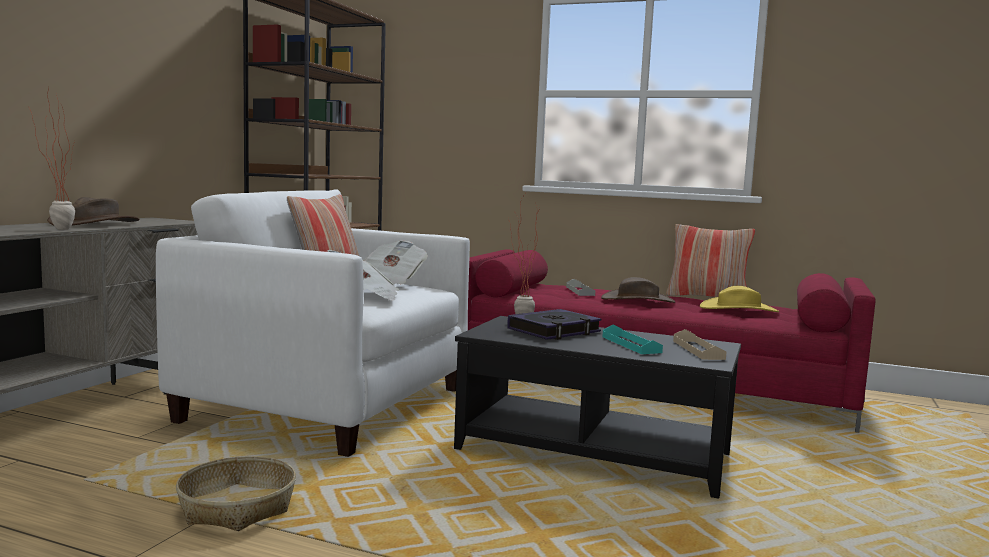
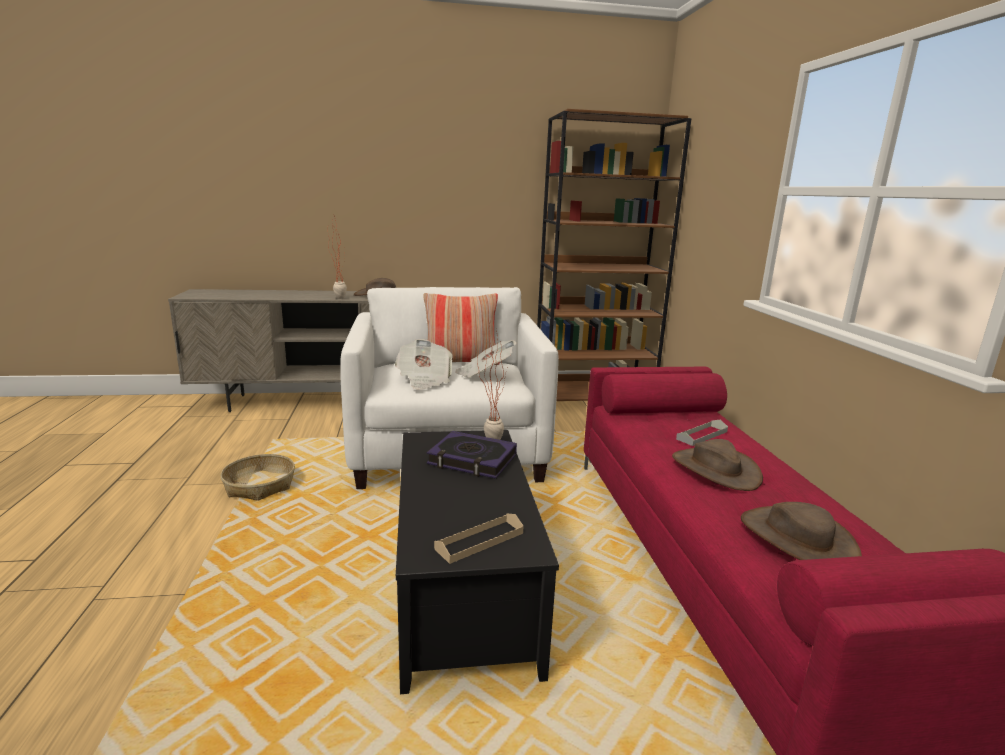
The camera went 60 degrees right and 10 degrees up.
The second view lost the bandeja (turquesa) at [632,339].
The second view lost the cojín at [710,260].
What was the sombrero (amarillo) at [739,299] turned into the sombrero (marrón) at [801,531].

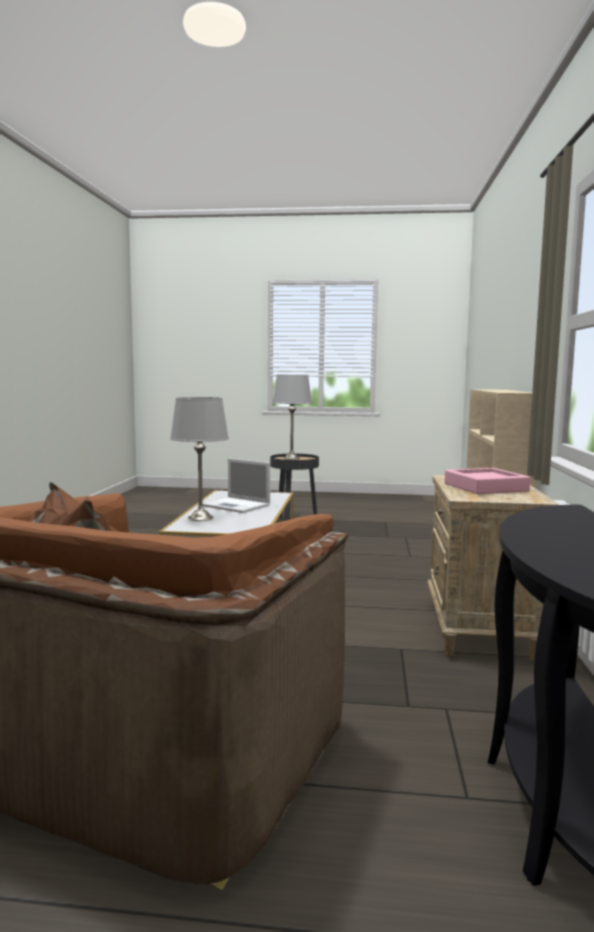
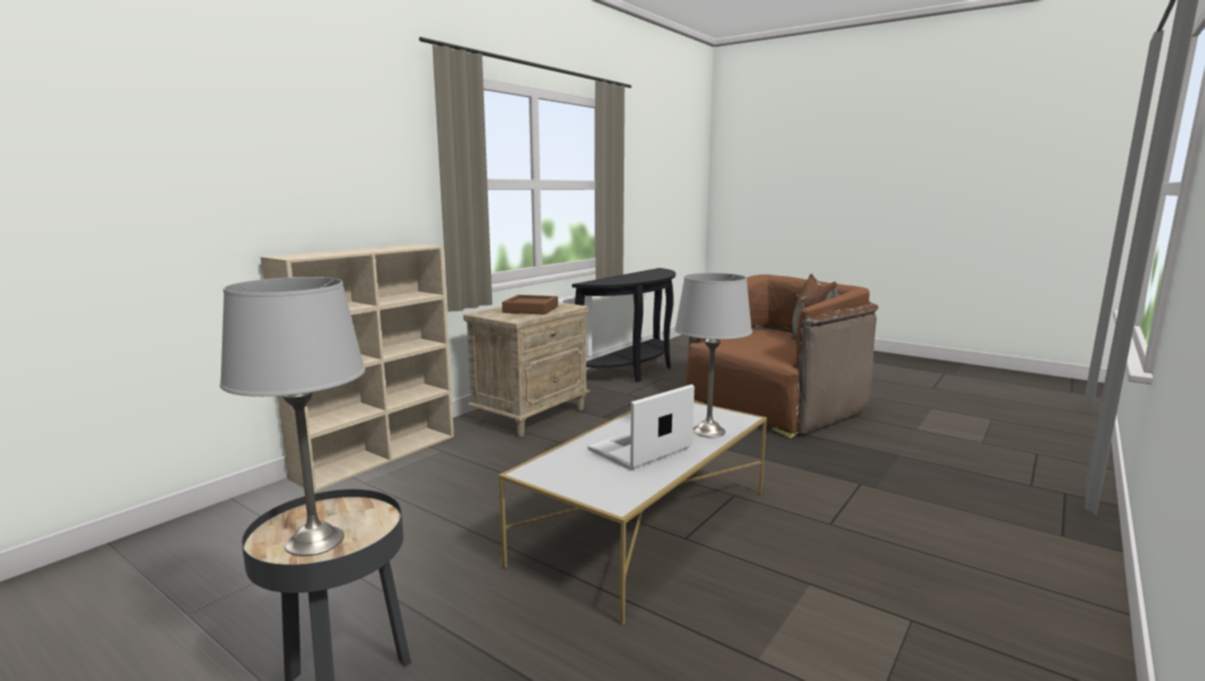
The camera went 150 degrees left and 5 degrees up.
What was the bandeja (rosa) at [487,481] turned into the bandeja (marrón) at [530,305].
The portátil at [236,485] ended up facing another way, 105 degrees counterclockwise from before.

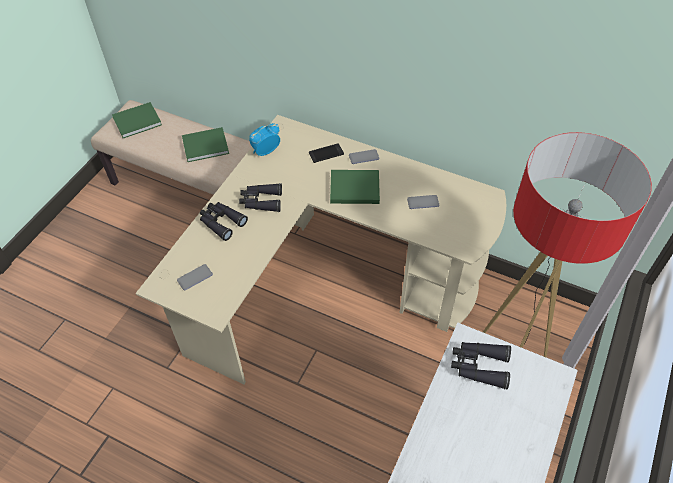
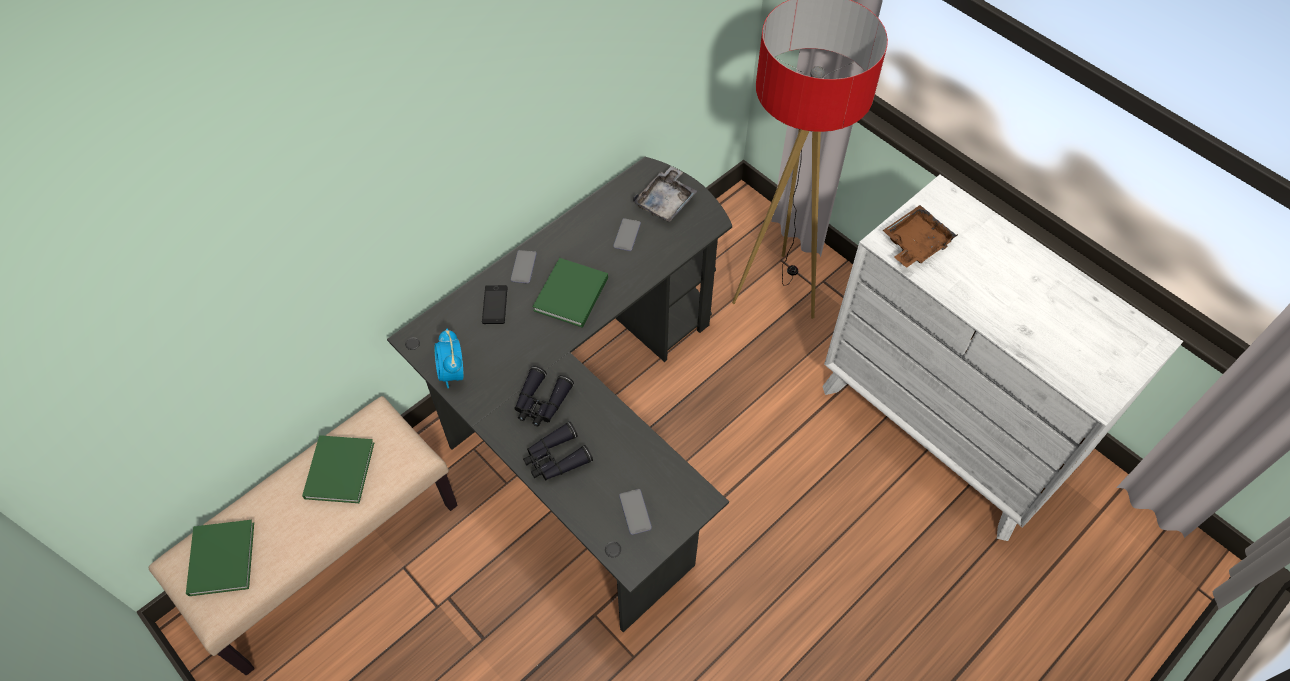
The camera went 70 degrees left and 5 degrees up.
The second view gained the bandeja (gris) at [665,194].
Where the prismáticos (negro) stood at [481,365], the bandeja (marrón) came to stand at [920,236].
What was the escritorio (beis) at [321,249] turned into the escritorio (negro) at [559,394].

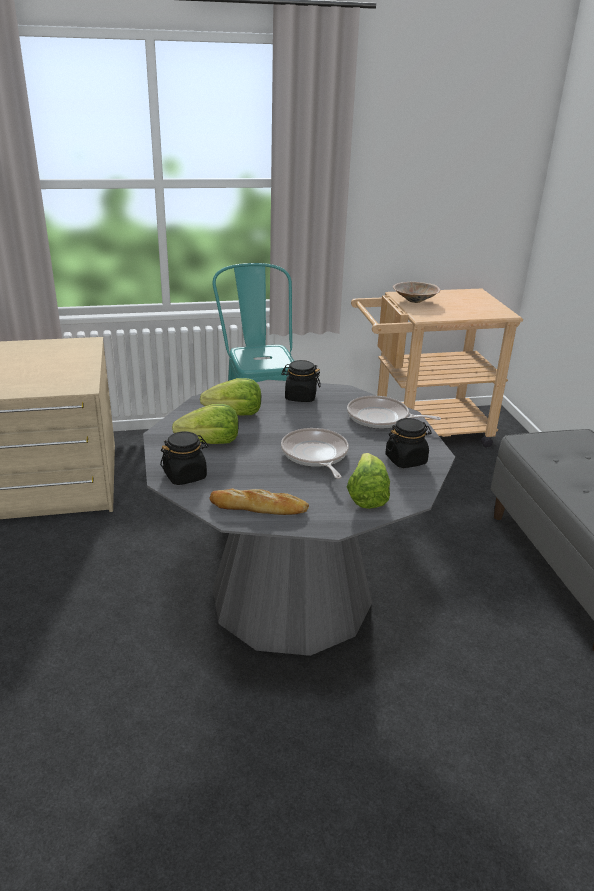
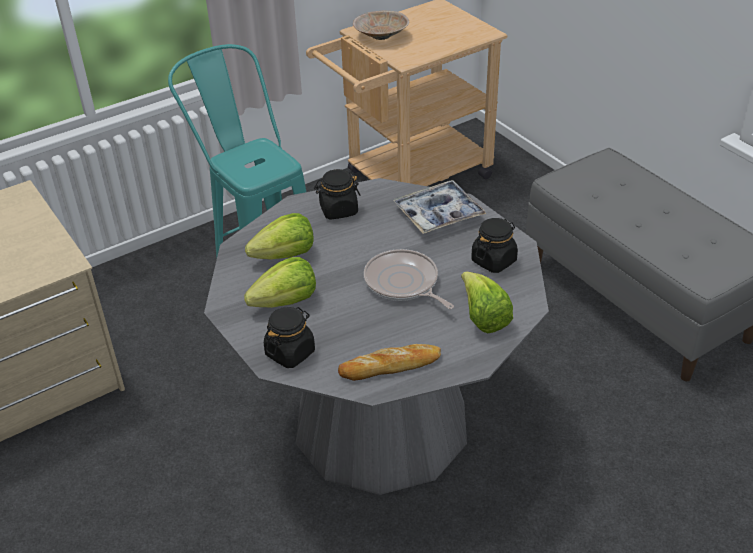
The camera went 20 degrees left and 10 degrees up.
Where the sartén stood at [394,412], the bandeja came to stand at [439,207].

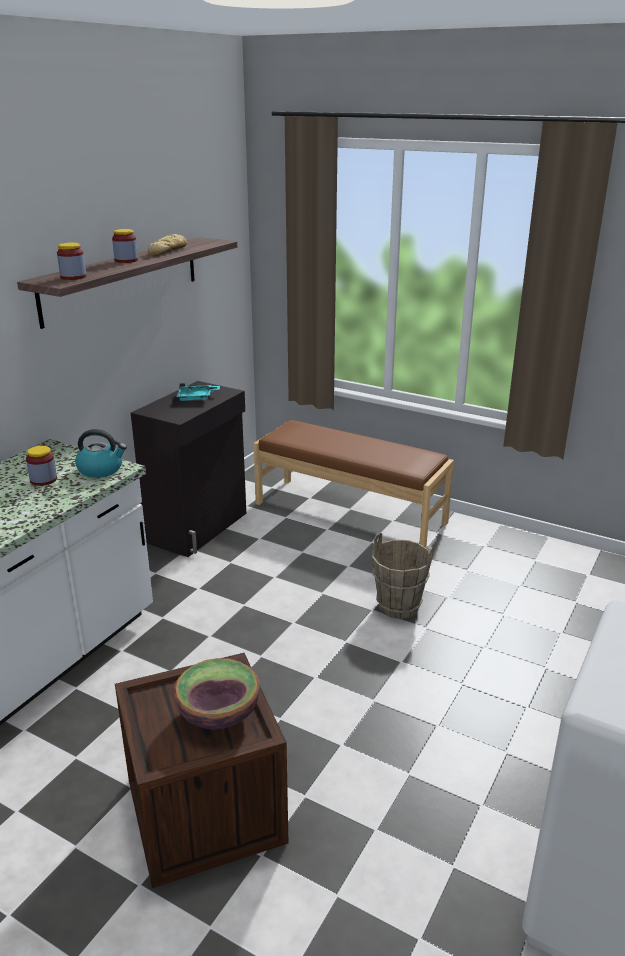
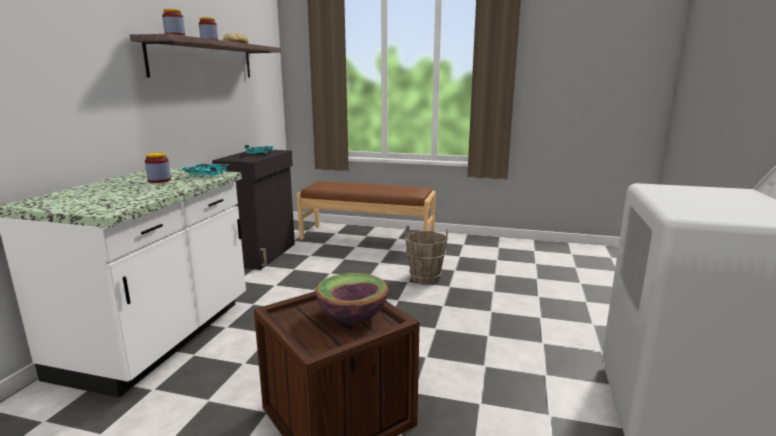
The camera went 15 degrees left and 10 degrees down.
Where the hervidor stood at [101,453], the bandeja (turquesa) came to stand at [202,169].

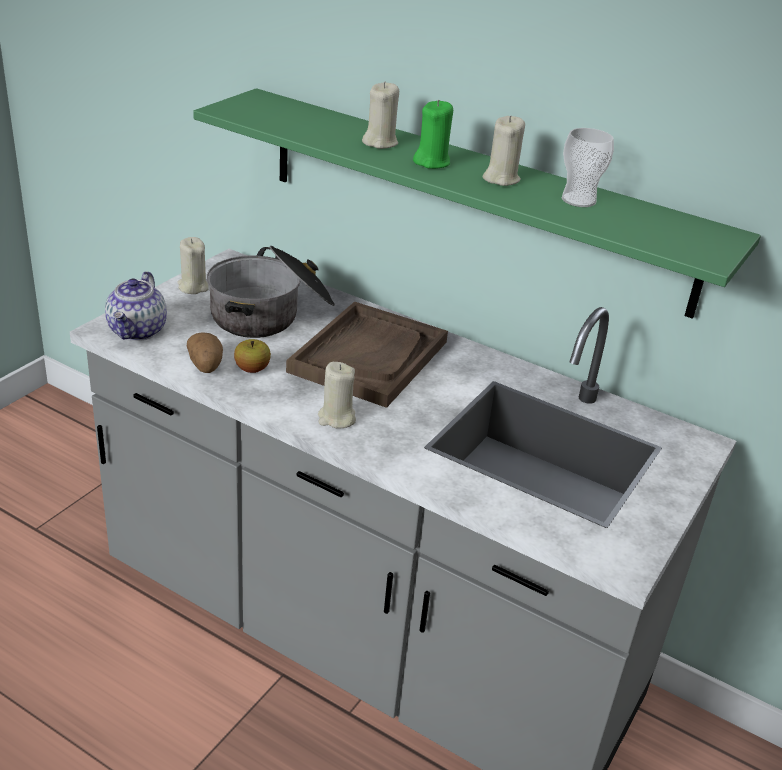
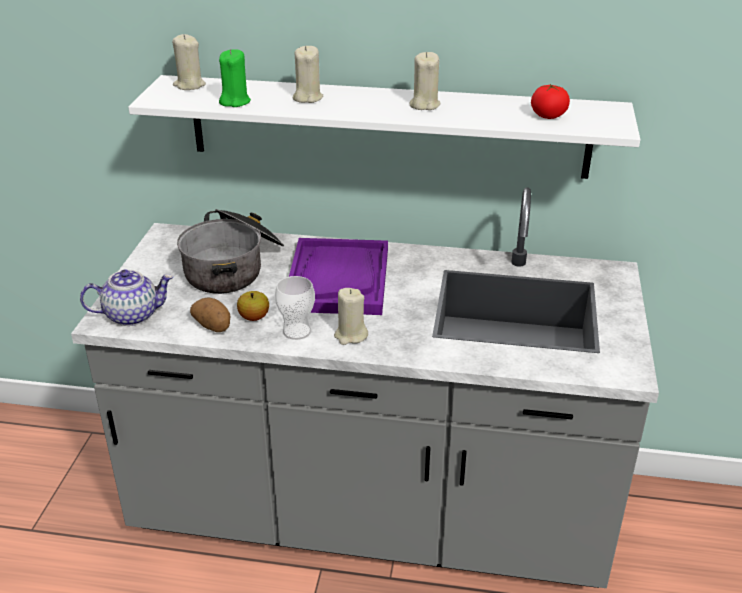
The camera went 20 degrees left and 0 degrees up.
The second view gained the tomate at [550,101].
The vela (beis) ended up elsewhere, having gone from [193,265] to [189,62].
The vela (verde) ended up elsewhere, having gone from [433,134] to [235,78].
The taza ended up elsewhere, having gone from [588,167] to [295,308].
What was the estante (verde) at [477,203] turned into the estante (blanco) at [384,127].
What was the bandeja (marrón) at [367,354] turned into the bandeja (morado) at [338,276].
The tetera at [136,306] ended up facing another way, 90 degrees counterclockwise from before.

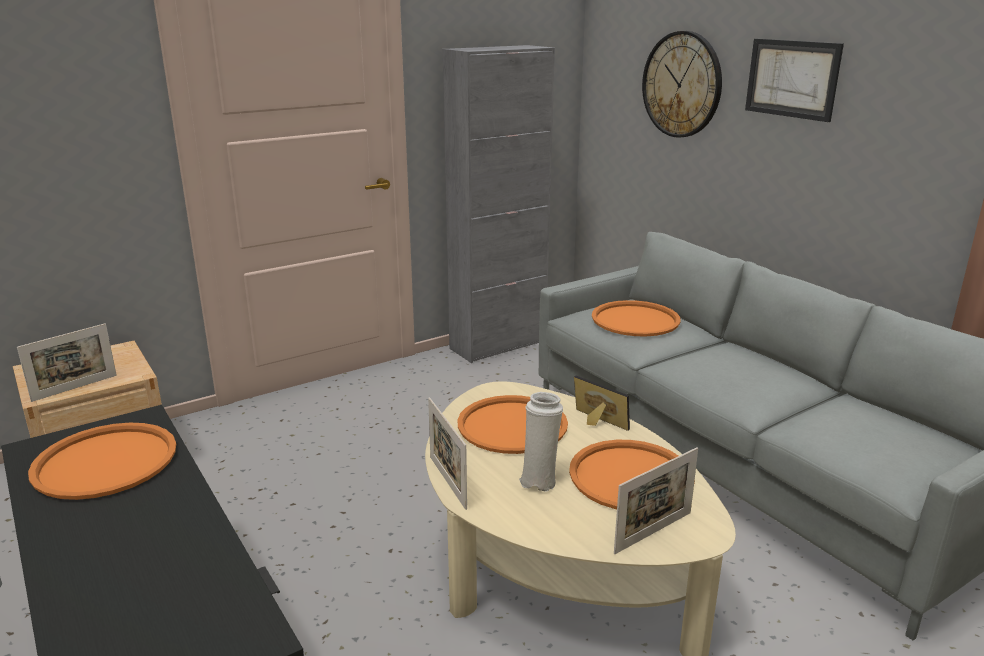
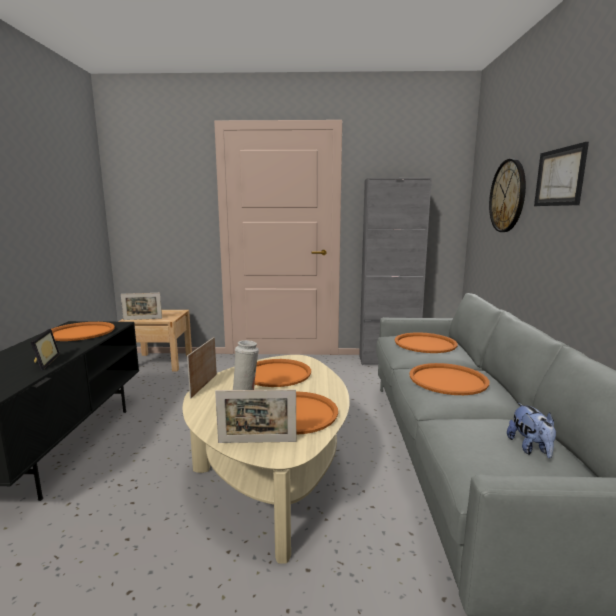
The camera went 35 degrees right and 10 degrees down.
The second view gained the bandeja (naranja) at [449,379].
The second view gained the peluche at [531,430].
The portarretratos ended up elsewhere, having gone from [602,403] to [45,349].

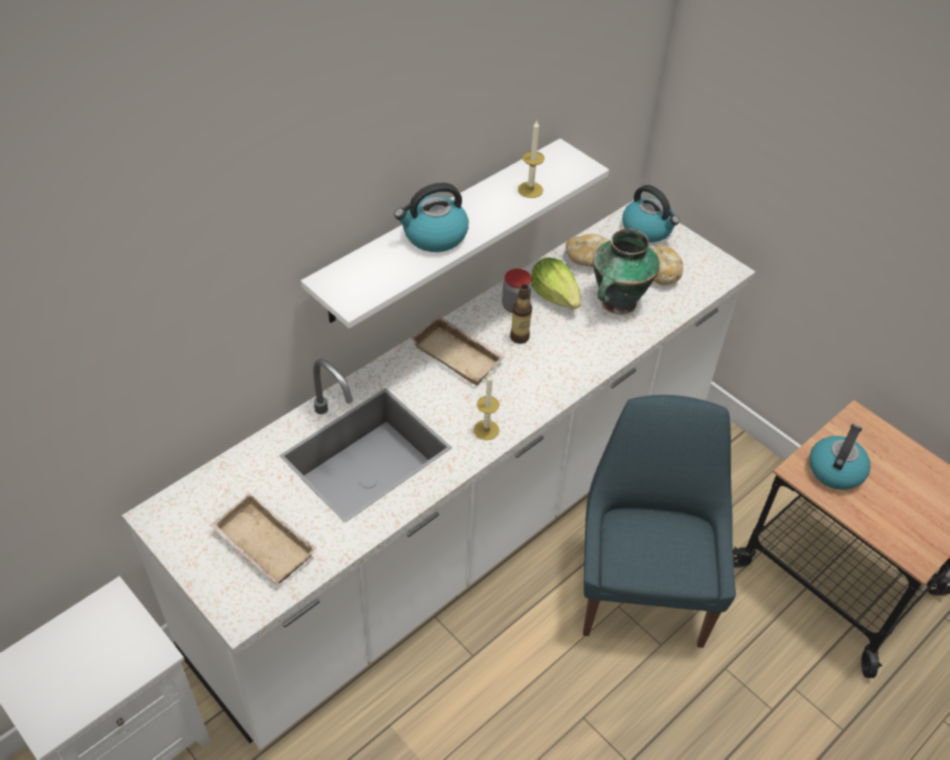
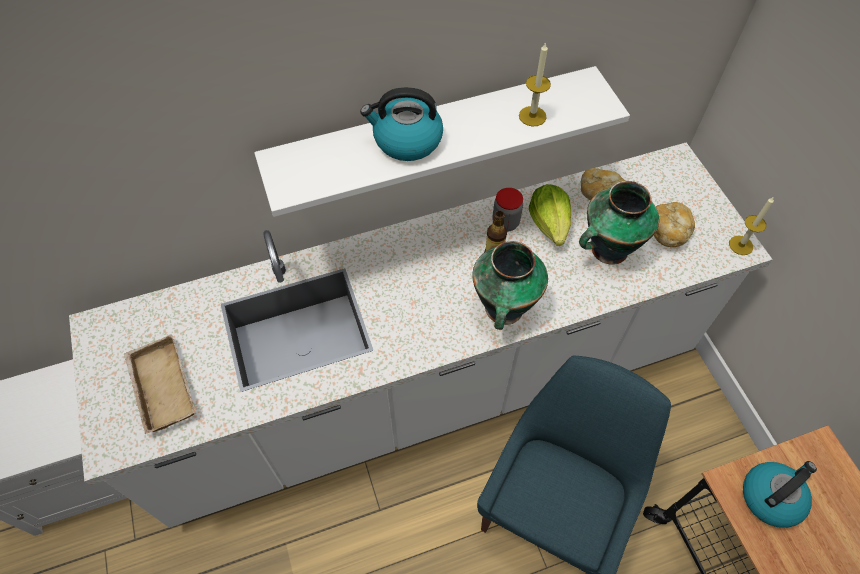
The camera went 25 degrees right and 10 degrees up.
The second view lost the bandeja (beis) at [457,350].
The second view lost the hervidor at [651,213].
The second view gained the florero at [510,285].
The vela ended up elsewhere, having gone from [486,407] to [751,226].

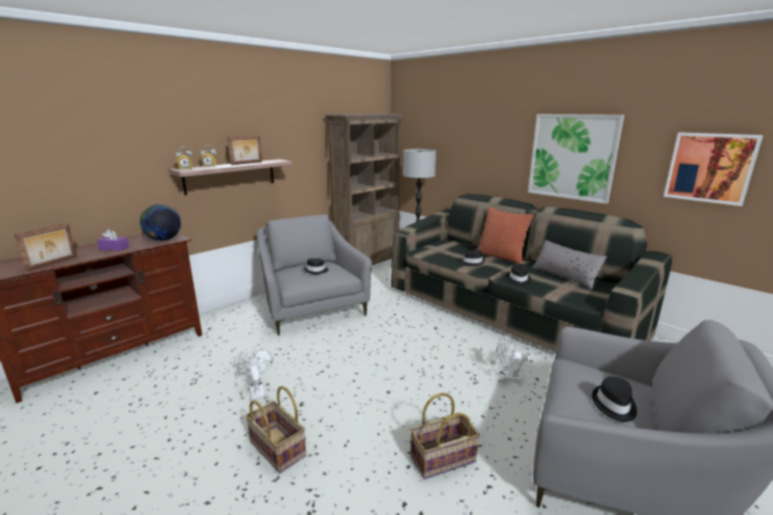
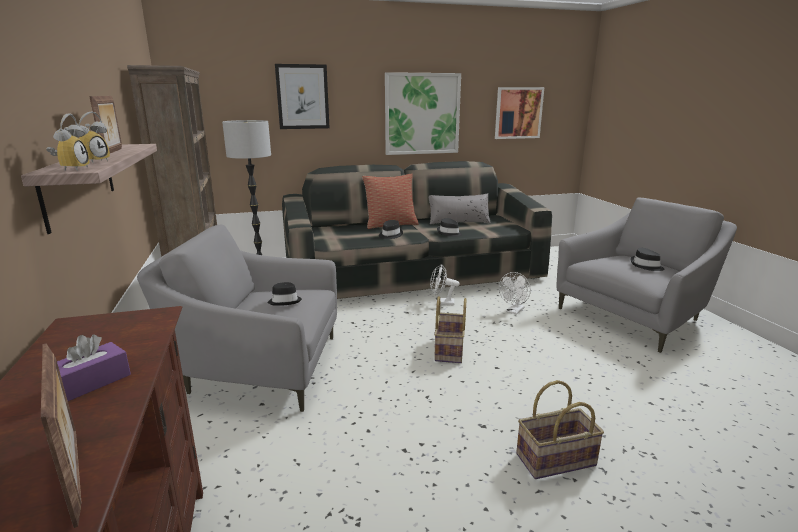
The camera went 60 degrees left and 0 degrees up.
The second view lost the globo terráqueo at [160,222].
The second view gained the cuadro at [302,96].
The ventilador (blanco) ended up elsewhere, having gone from [253,373] to [445,284].
The cesta ended up elsewhere, having gone from [445,436] to [450,329].

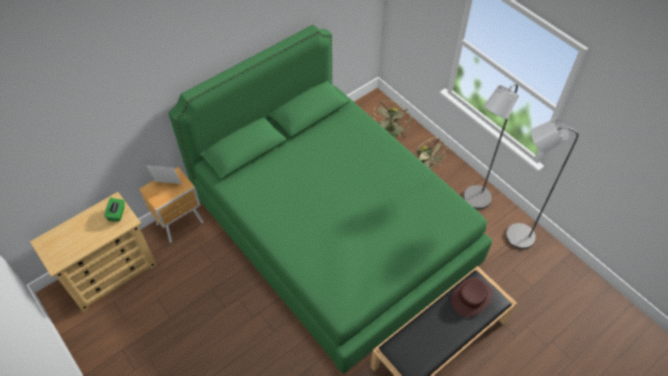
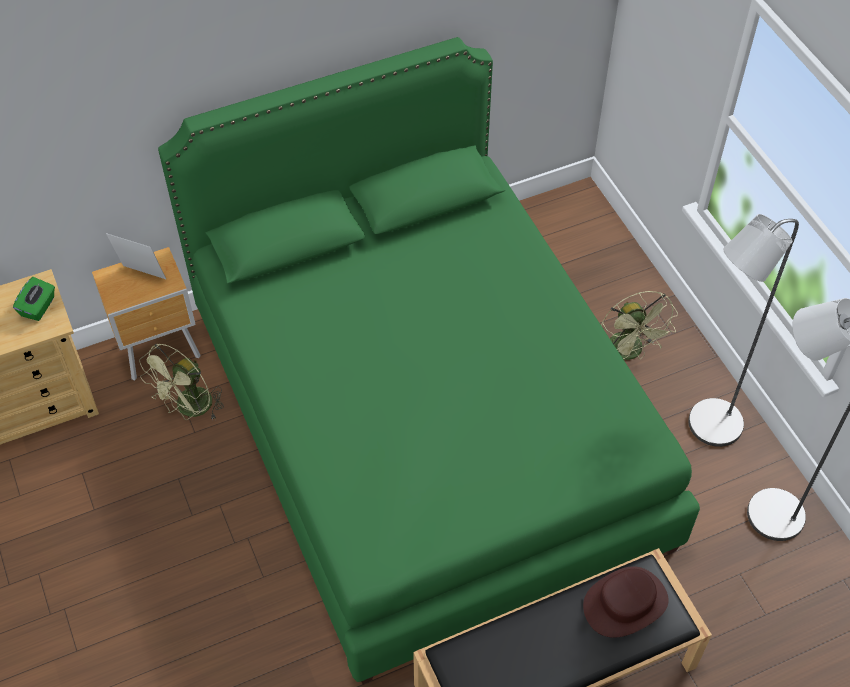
The camera went 15 degrees right and 0 degrees up.
The ventilador (verde) ended up elsewhere, having gone from [392,118] to [181,381].

